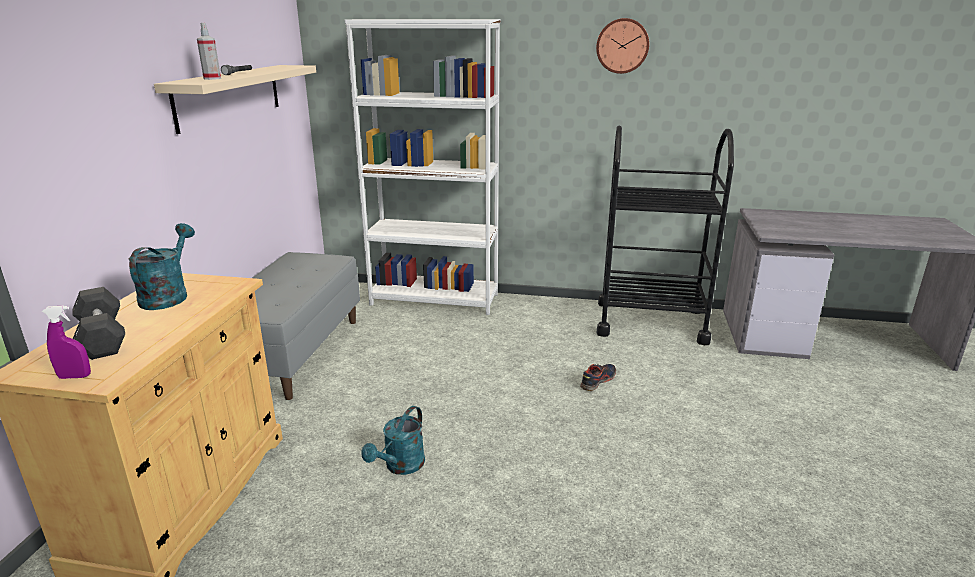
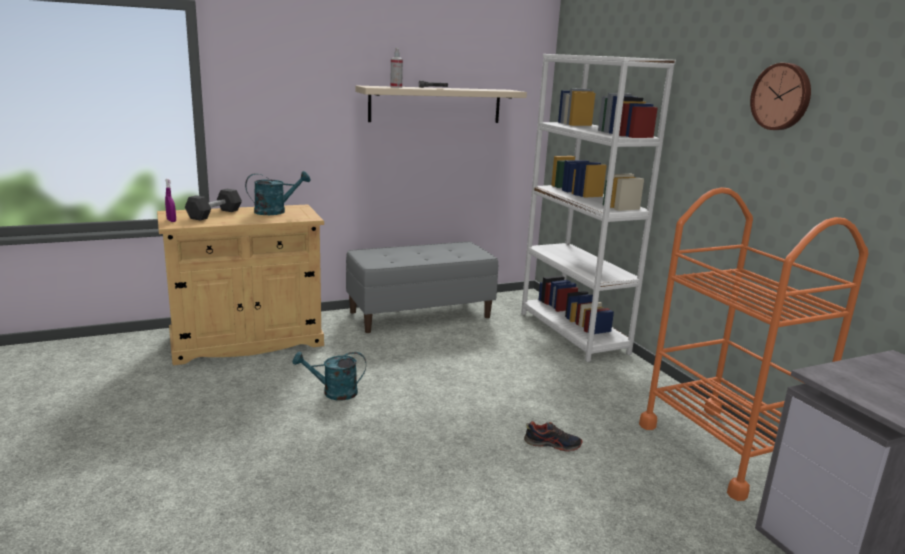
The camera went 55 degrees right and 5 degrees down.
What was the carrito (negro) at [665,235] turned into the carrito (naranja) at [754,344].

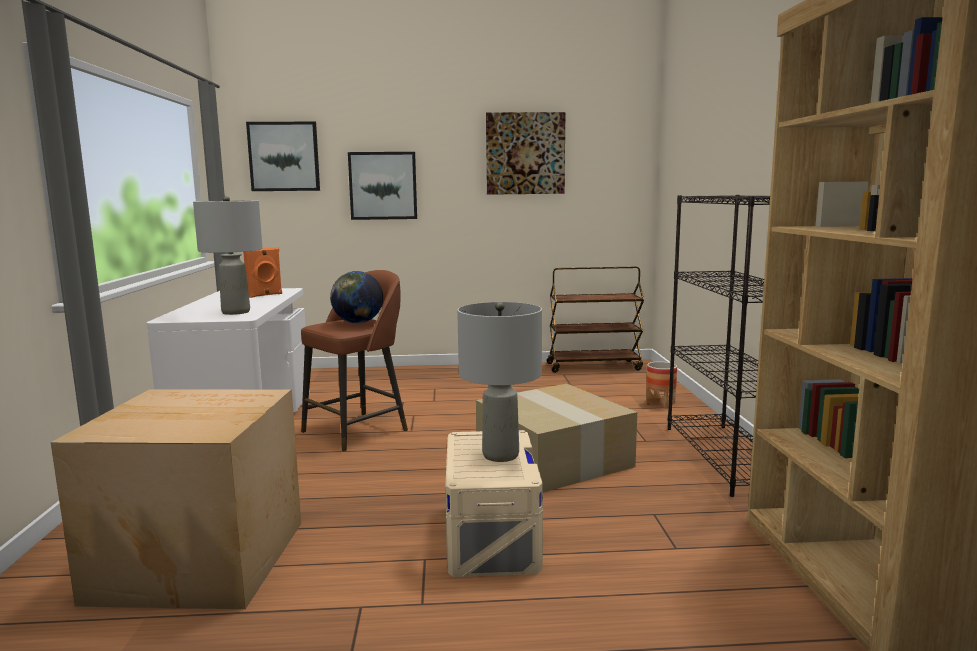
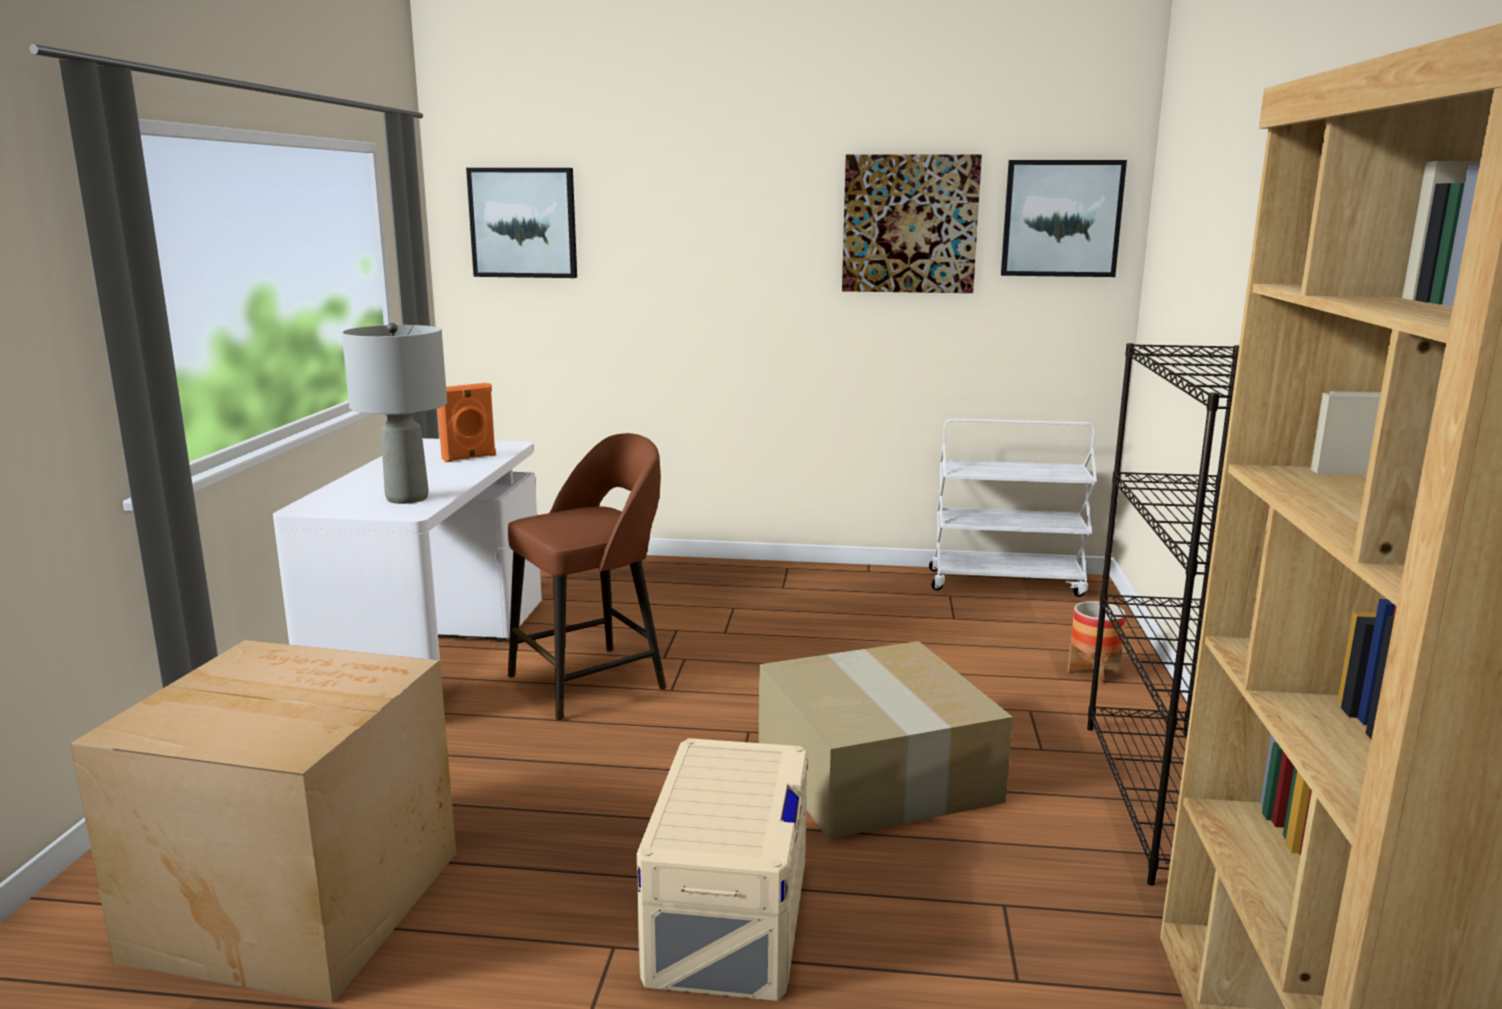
The camera went 10 degrees right and 5 degrees up.
The second view lost the globo terráqueo at [356,297].
The second view lost the lámpara de mesa (gris) at [499,382].
The cuadro ended up elsewhere, having gone from [382,186] to [1064,218].
What was the carrito (marrón) at [595,320] turned into the carrito (blanco) at [1013,508].

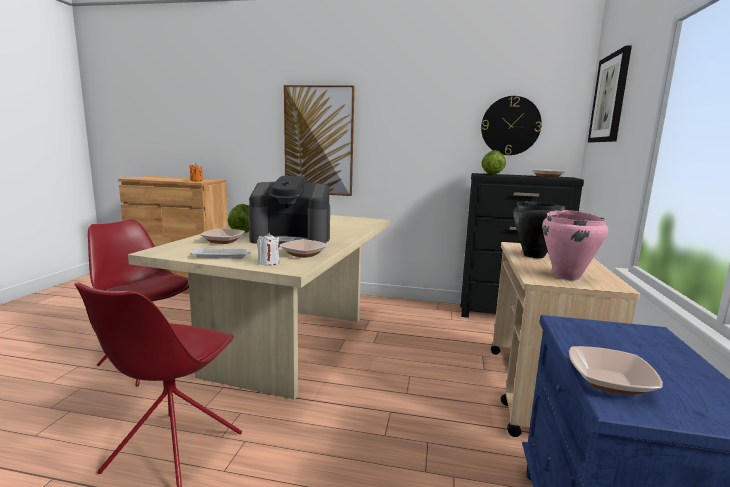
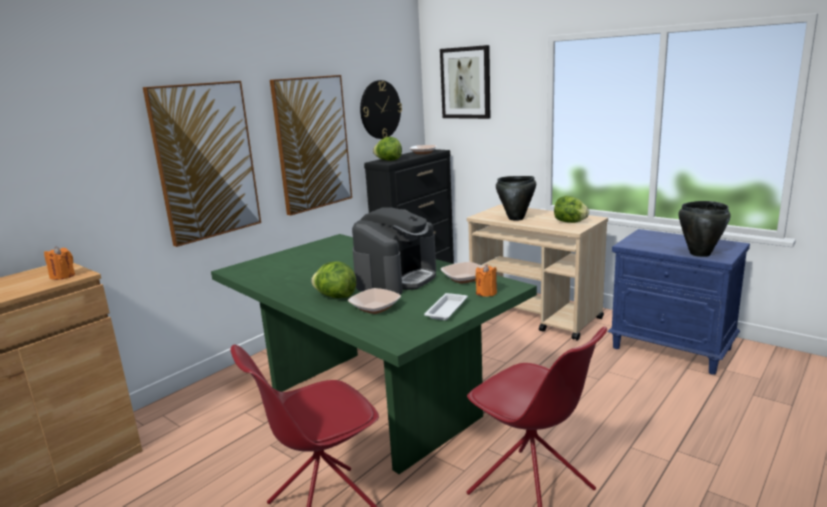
The camera went 60 degrees left and 5 degrees up.
The second view gained the cuadro at [311,145].
Where the olla (rosa) stood at [575,245], the lechuga came to stand at [571,209].
Where the cuenco stood at [616,370], the olla (negro) came to stand at [704,229].
What was the mesa de comedor (beis) at [259,307] turned into the mesa de comedor (verde) at [374,354].
What was the vela (blanco) at [268,249] turned into the vela (naranja) at [486,280].

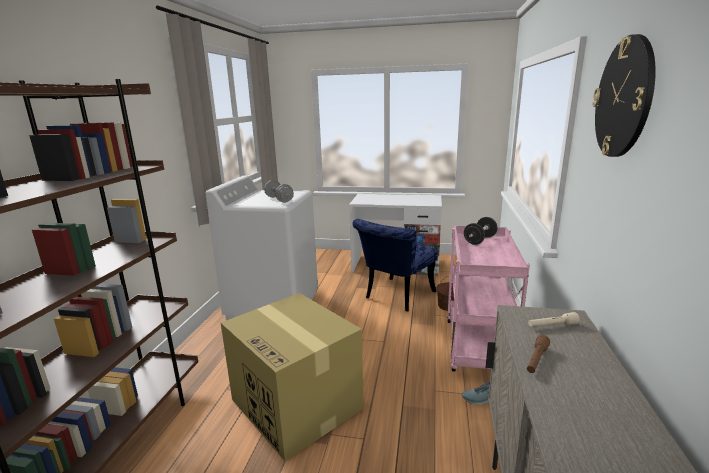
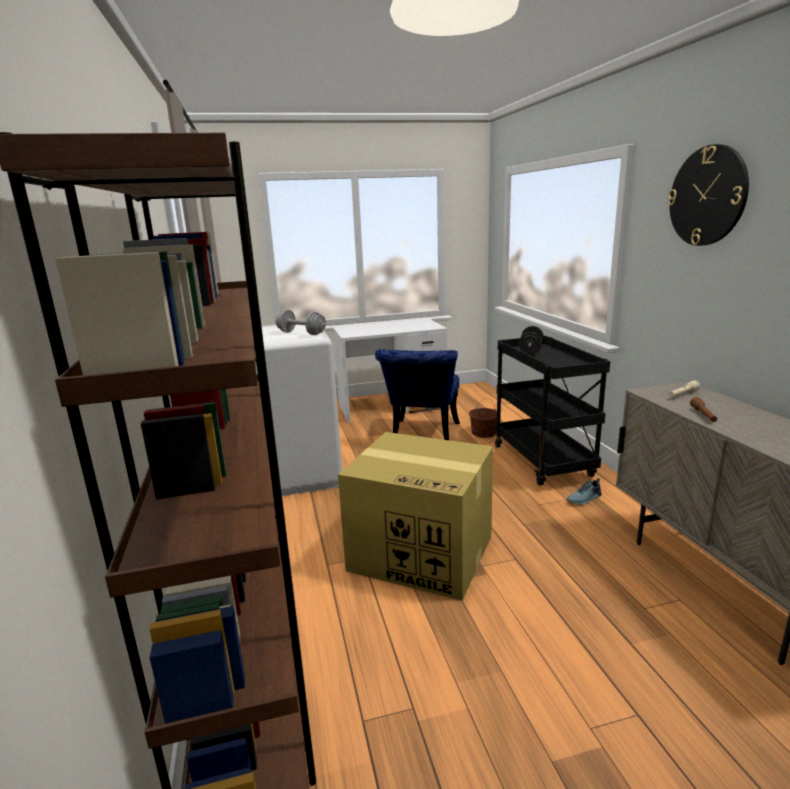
The camera went 25 degrees left and 0 degrees up.
What was the carrito (rosa) at [488,299] turned into the carrito (negro) at [552,411].

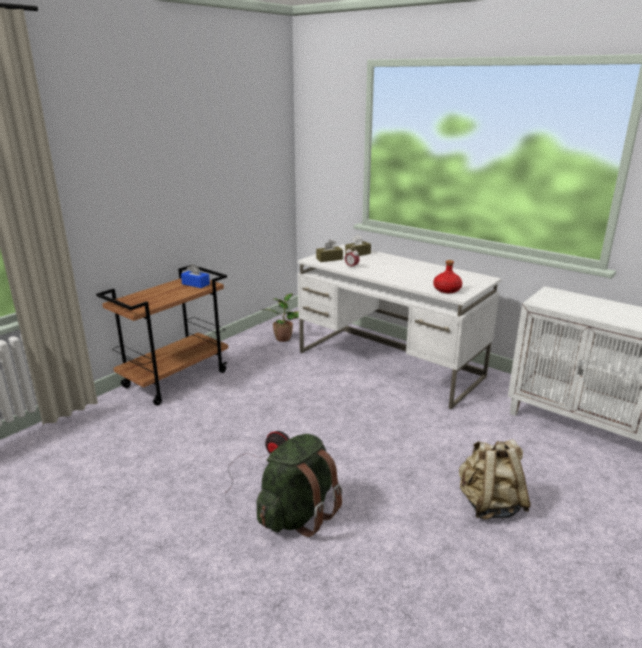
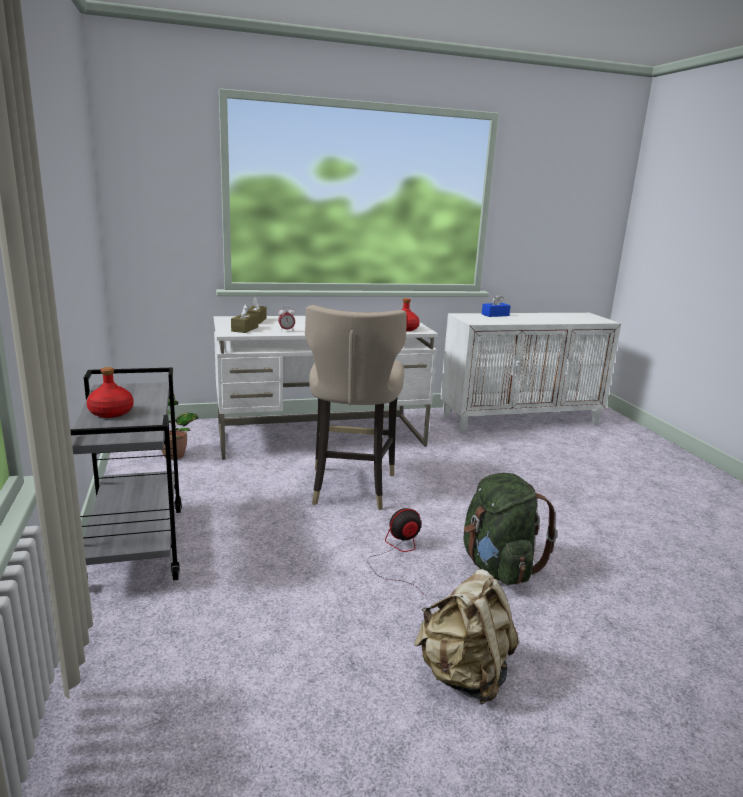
The camera went 55 degrees left and 5 degrees down.
The second view gained the botella (rojo) at [110,392].
The second view gained the taburete (beis) at [356,407].
The caja de pañuelos (azul) ended up elsewhere, having gone from [195,276] to [496,305].
The mochila (beis) ended up elsewhere, having gone from [495,479] to [466,636].
What was the carrito (marrón) at [162,335] turned into the carrito (gris) at [126,474].

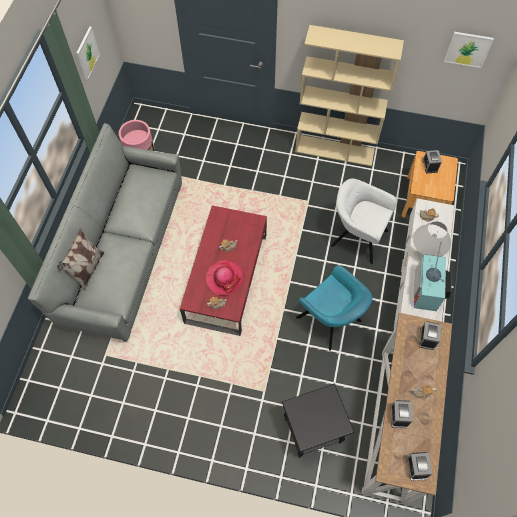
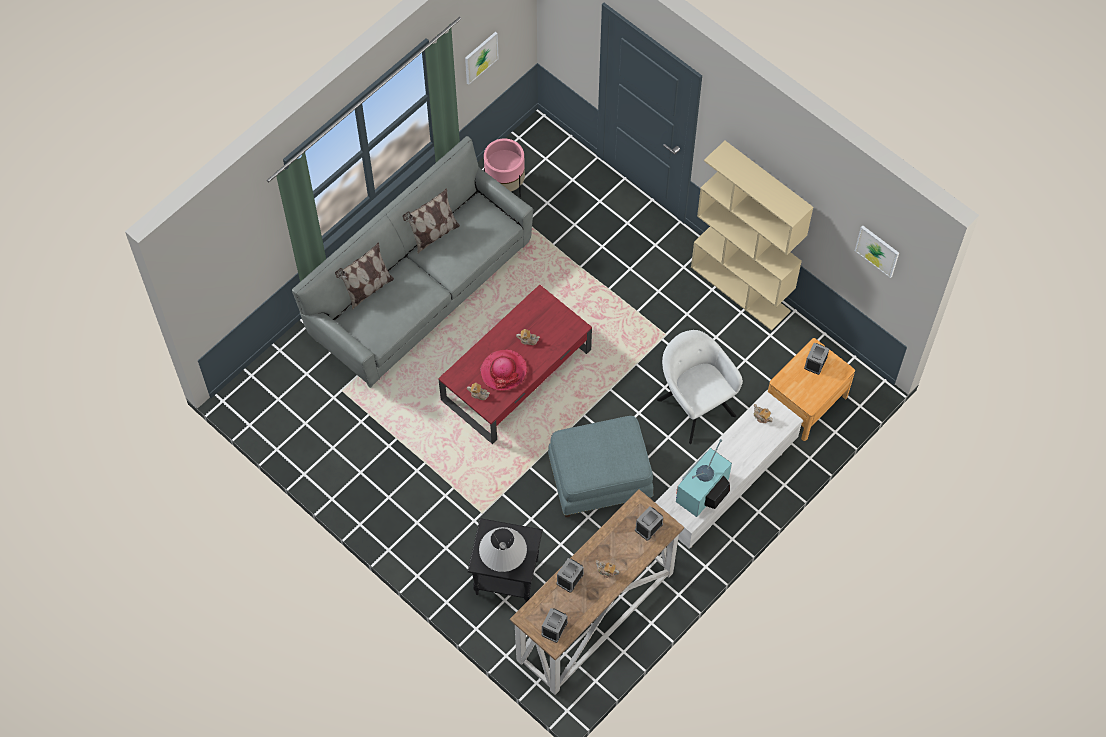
The camera went 30 degrees right and 0 degrees up.
The second view gained the cojín at [431,220].
The lámpara de mesa (blanco) ended up elsewhere, having gone from [432,239] to [503,549].
Where the sillón (turquesa) stood at [334,308], the puf (azul) came to stand at [601,466].

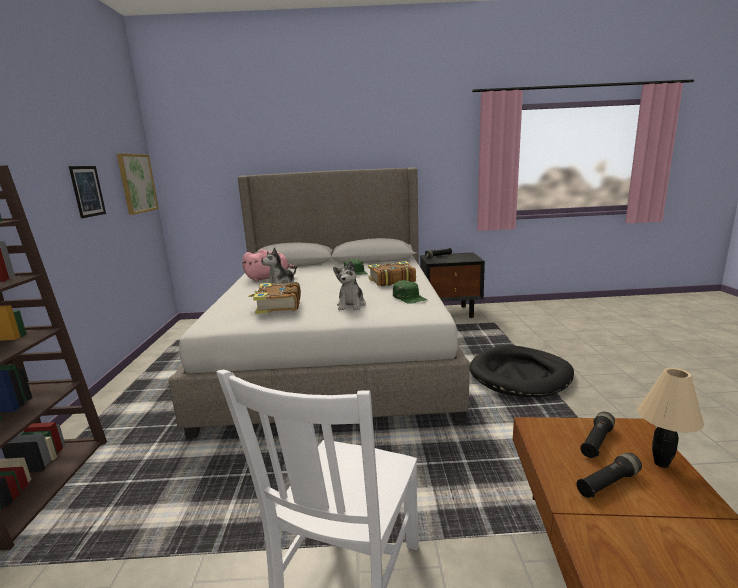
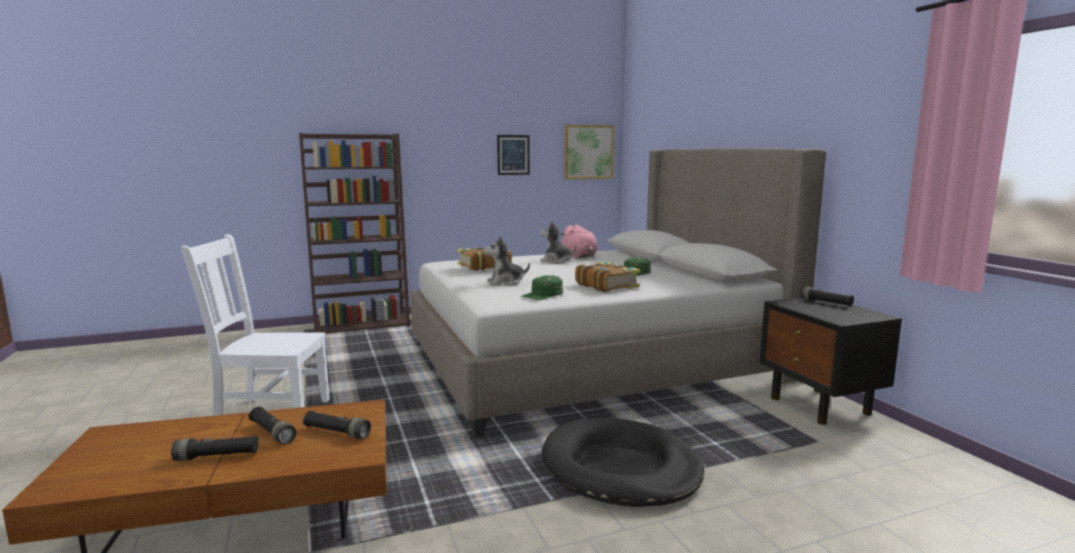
The camera went 70 degrees right and 5 degrees down.
The second view lost the lámpara de mesa (beis) at [671,418].
The second view gained the linterna (negro) at [215,448].

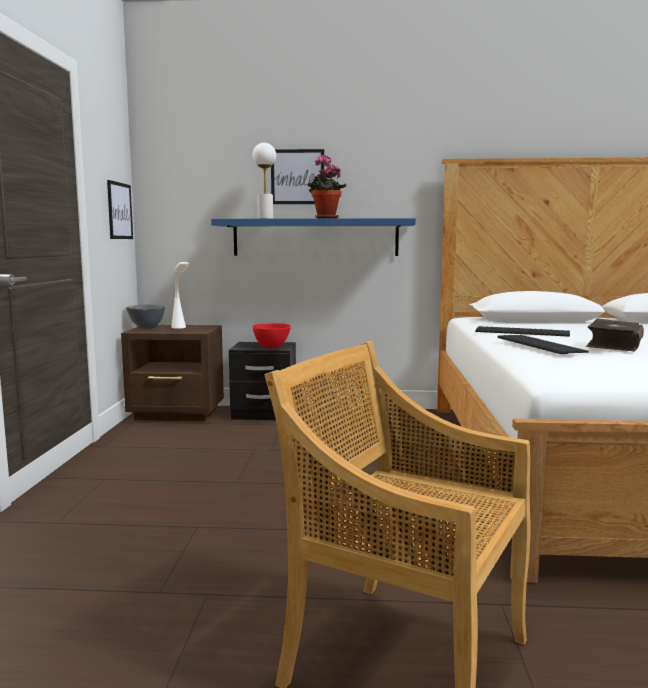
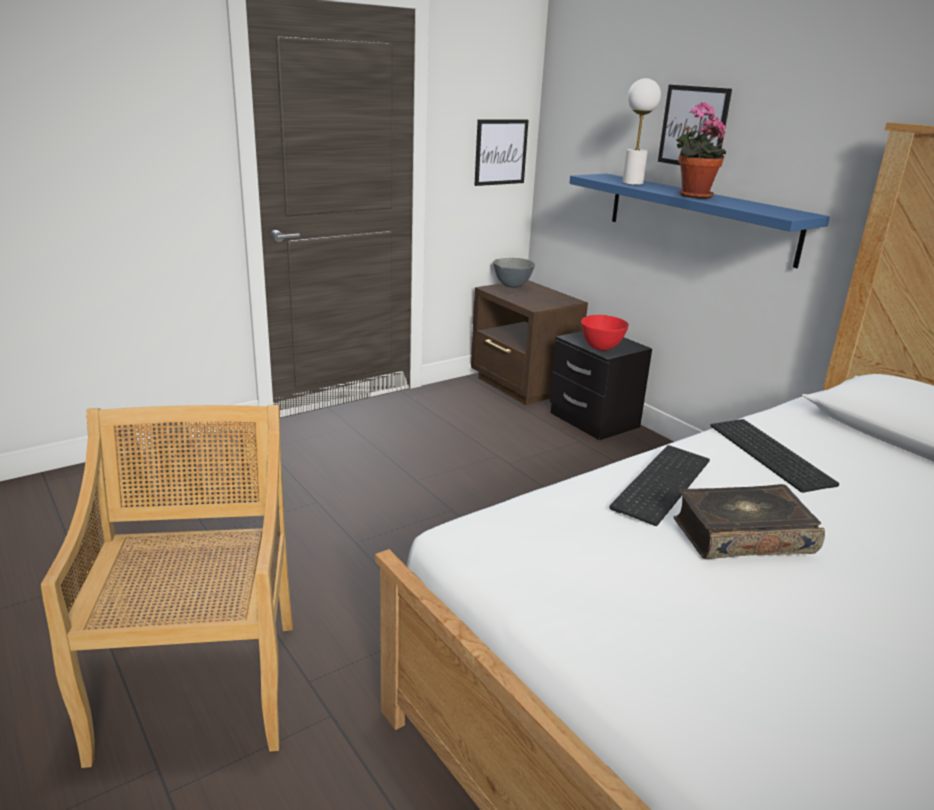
The camera went 50 degrees right and 15 degrees up.
The second view lost the lámpara de mesa (blanco) at [180,295].

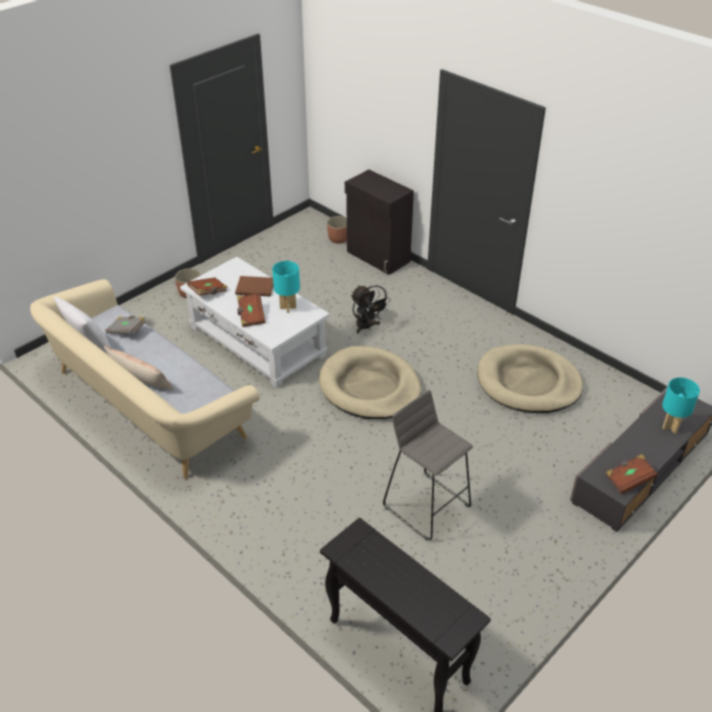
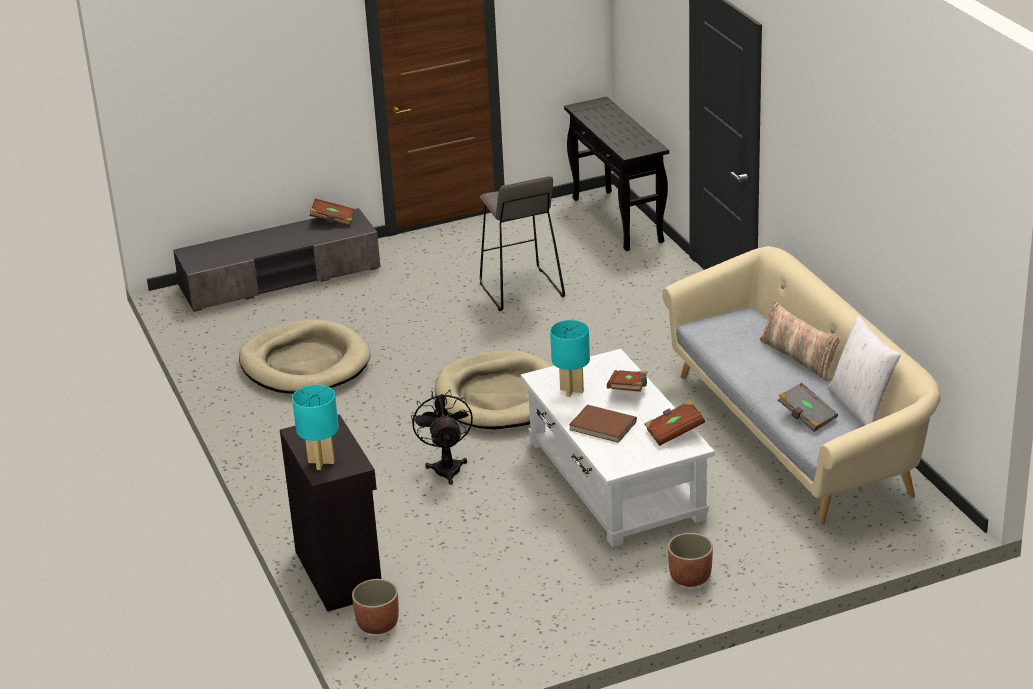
The camera went 155 degrees left and 10 degrees down.
The lámpara de mesa (turquesa) ended up elsewhere, having gone from [681,405] to [315,427].

